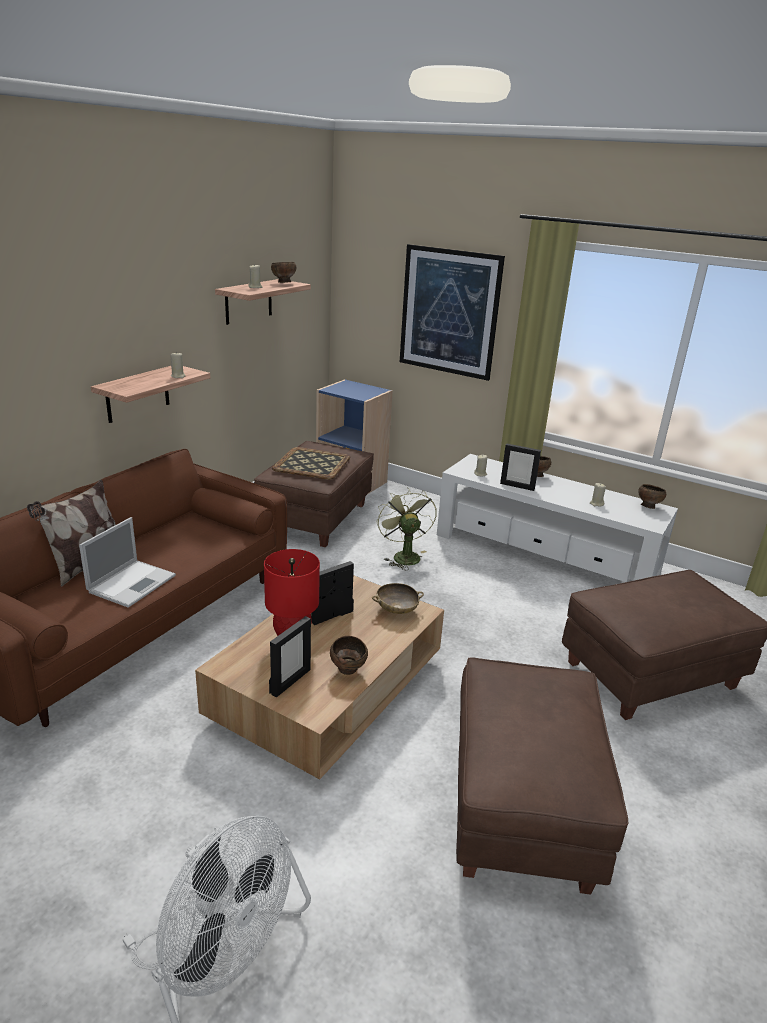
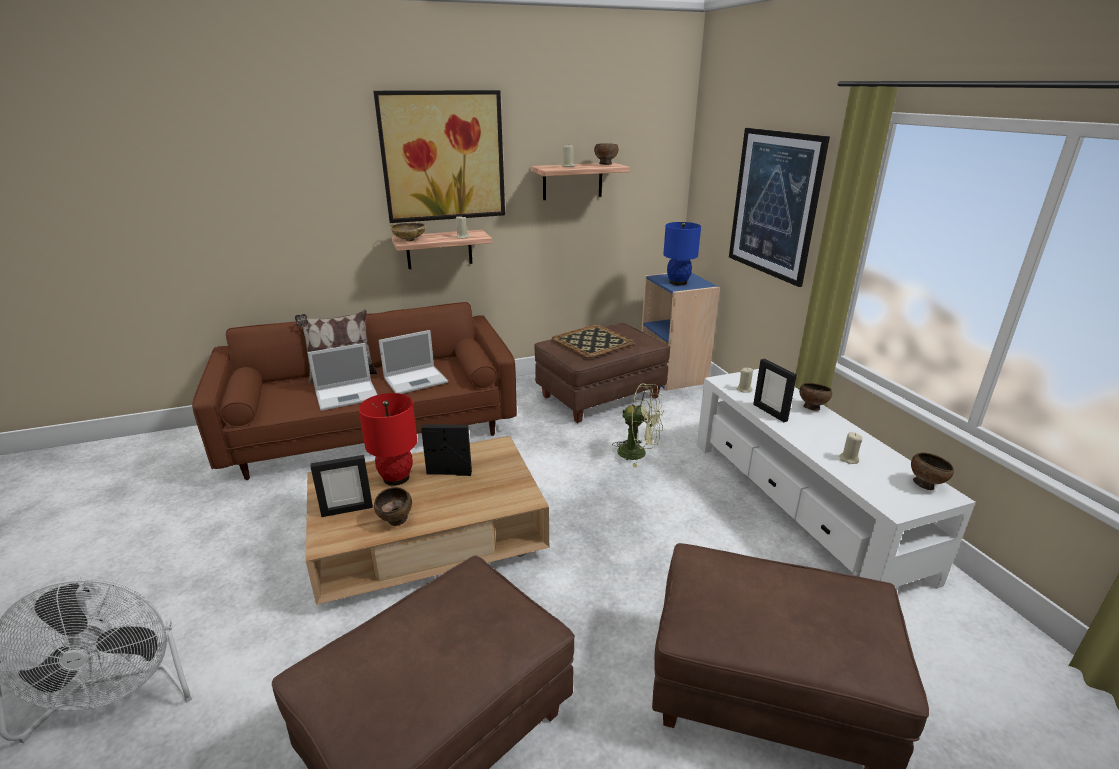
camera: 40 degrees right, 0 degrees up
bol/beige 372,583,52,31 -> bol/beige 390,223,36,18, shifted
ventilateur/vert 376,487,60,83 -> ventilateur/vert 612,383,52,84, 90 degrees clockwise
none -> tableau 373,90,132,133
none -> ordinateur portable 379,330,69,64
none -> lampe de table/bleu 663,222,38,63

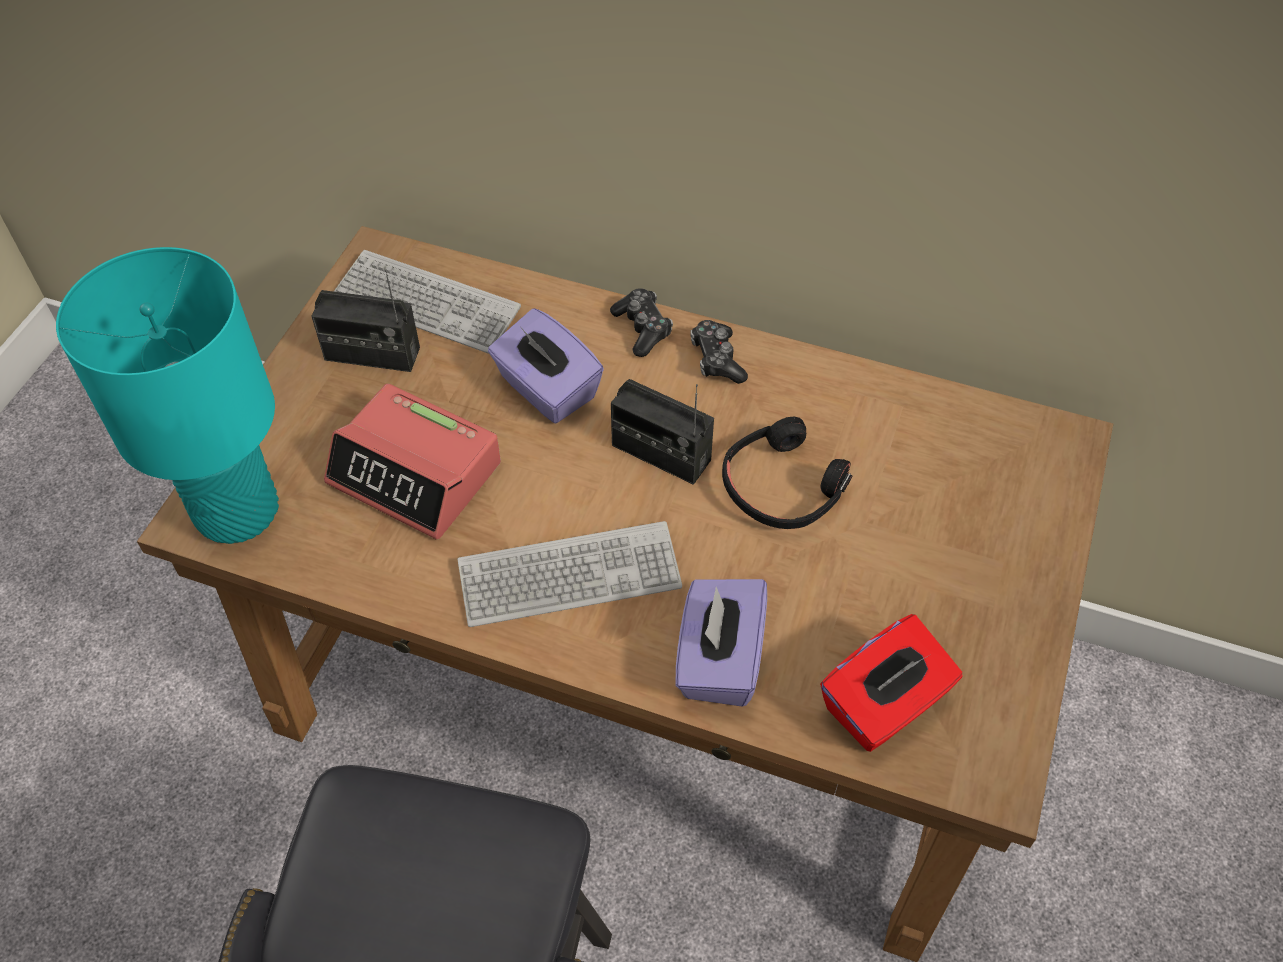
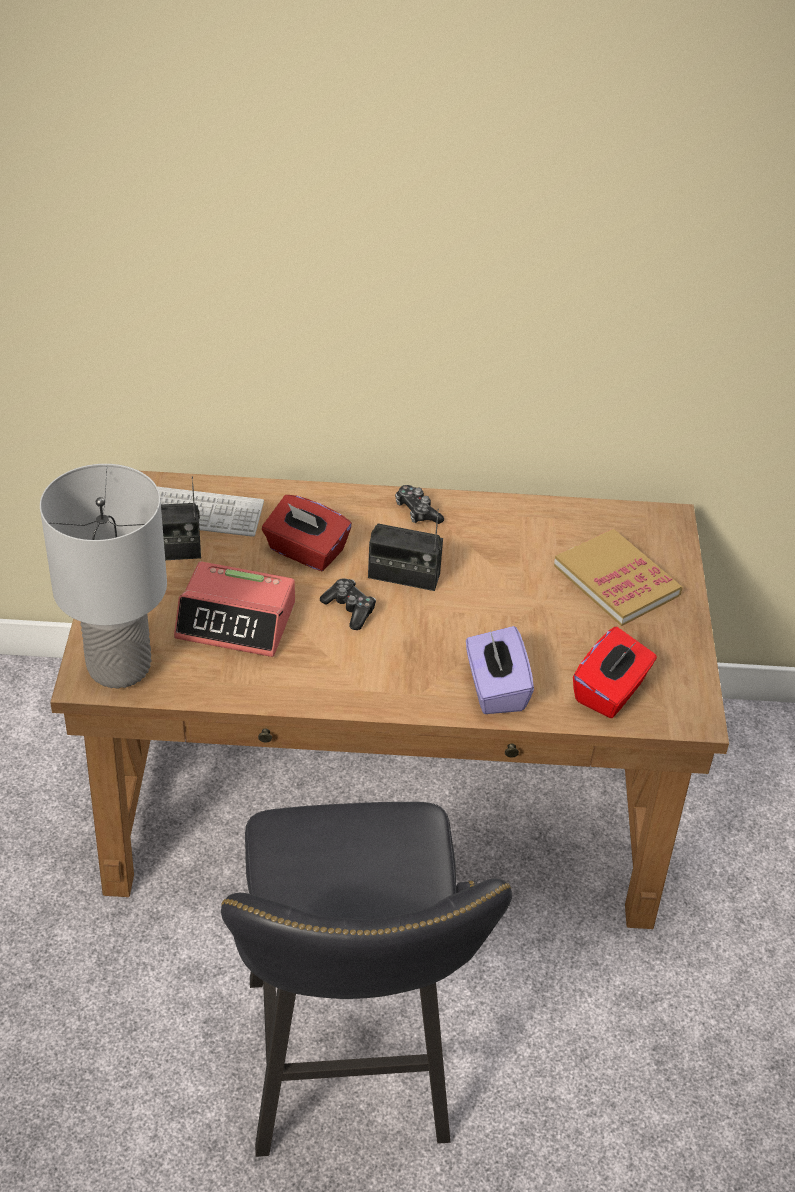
camera: 20 degrees left, 10 degrees down
lampe de table/turquoise 56,247,223,297 -> lampe de table/gris 40,464,127,225
clavier 457,521,225,106 -> none
boîte à mouchoirs/violet 488,308,116,115 -> boîte à mouchoirs/rouge 262,495,90,76
manette 610,288,63,69 -> manette 320,578,56,52, shifted
casque audio/noir 722,416,131,113 -> none
none -> livre 554,529,129,97

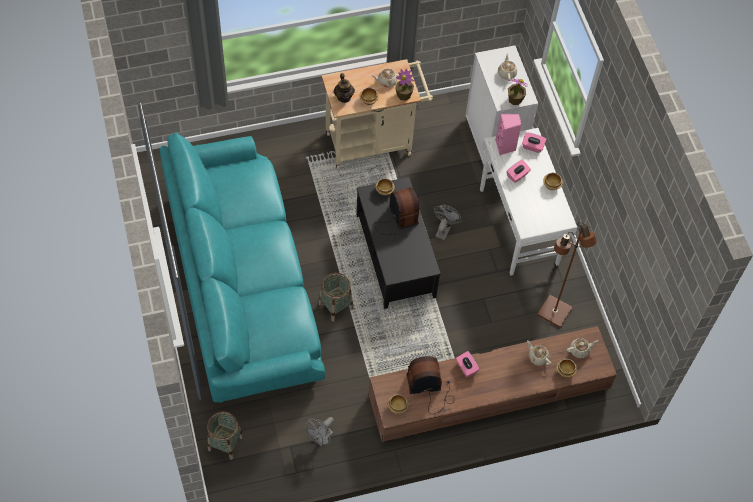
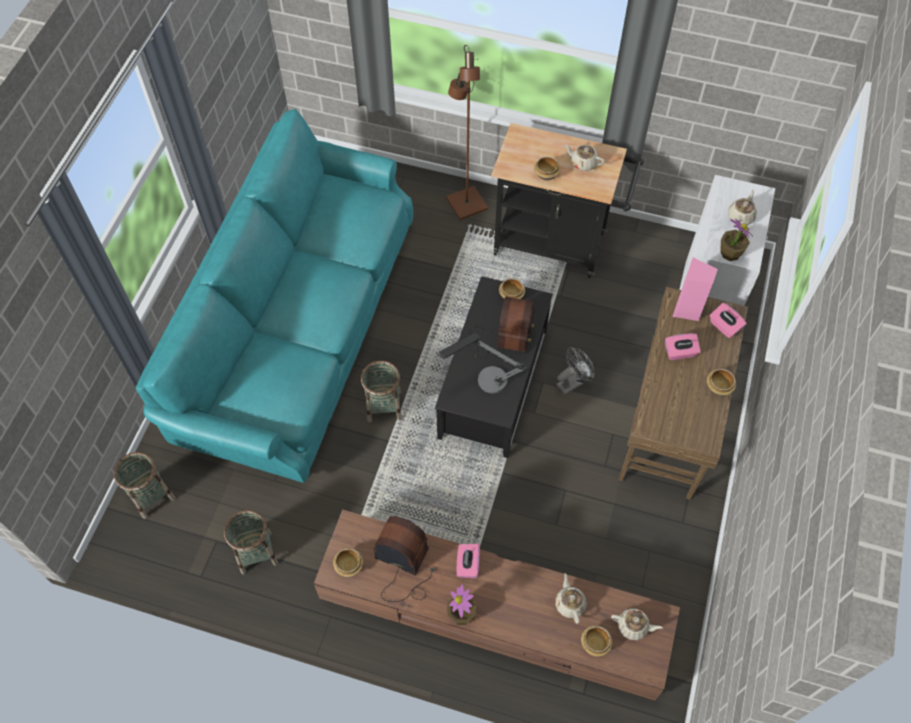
camera: 35 degrees right, 0 degrees up
ventilateur/gris 305,417,29,29 -> panier 224,510,54,64
chariot/beige 322,59,111,111 -> chariot/noir 491,123,153,155
théière 334,73,21,30 -> none
plante en pot 395,69,19,32 -> plante en pot 447,585,29,40, shifted
table console/blanc 480,128,97,148 -> table console/marron 619,287,129,213
lampadaire/marron 537,222,60,106 -> lampadaire/marron 446,45,42,175, shifted
none -> lampe de table 439,333,88,61

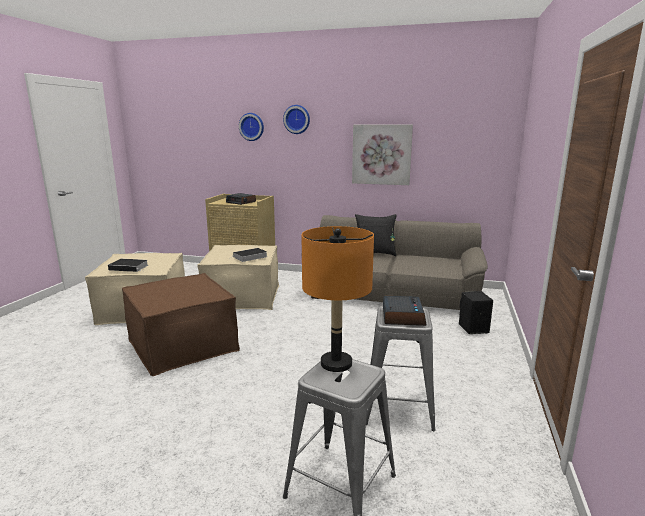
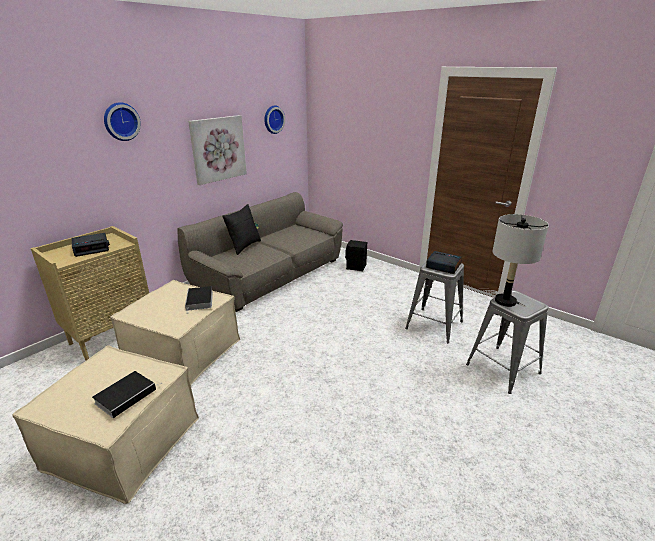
camera: 65 degrees left, 10 degrees up
pouf/marron 122,273,118,103 -> none
horloge murale 239,113,25,28 -> horloge murale 265,105,20,29, shifted
lampe de table/orange 301,226,73,146 -> lampe de table/gris 492,214,57,93

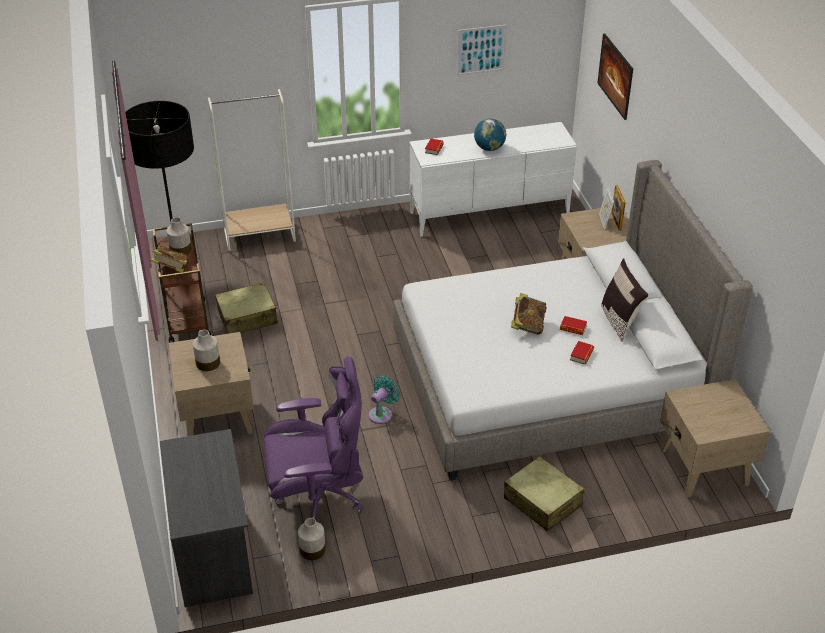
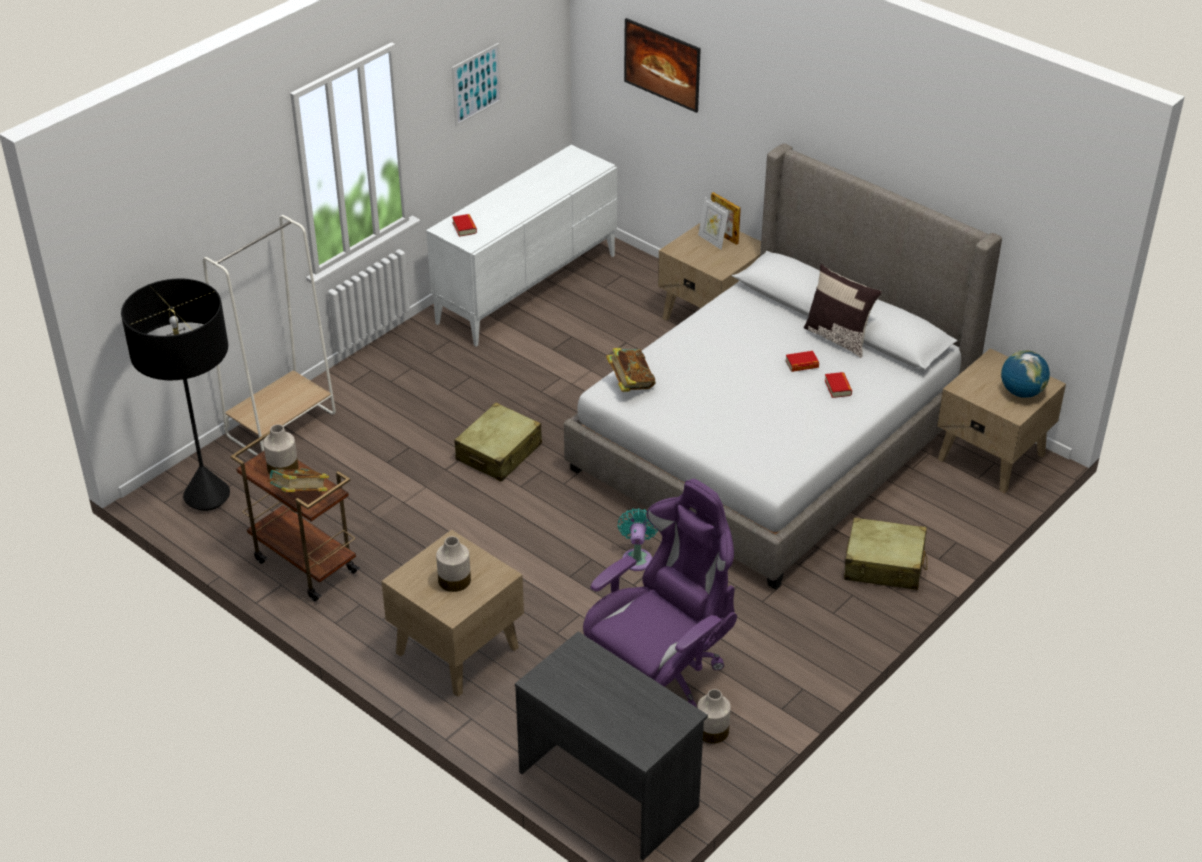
camera: 35 degrees left, 0 degrees up
valise/beige 215,282,63,52 -> valise/beige 455,402,87,80, shifted
globe 474,118,32,33 -> globe 1001,350,49,48, shifted
livre 511,293,36,42 -> livre 606,348,50,44, shifted

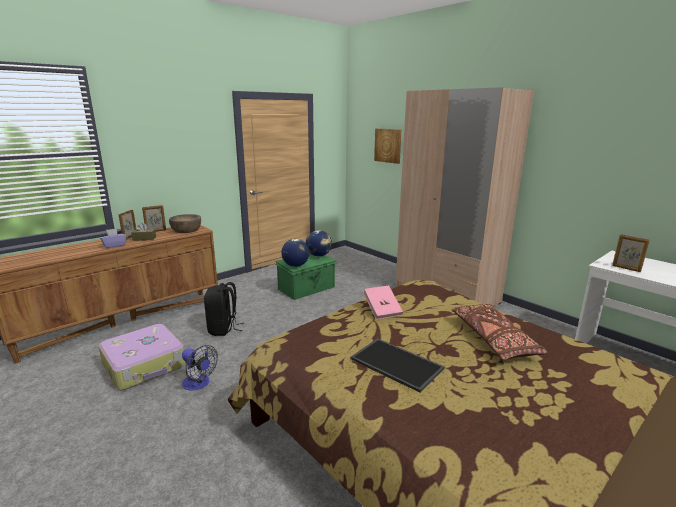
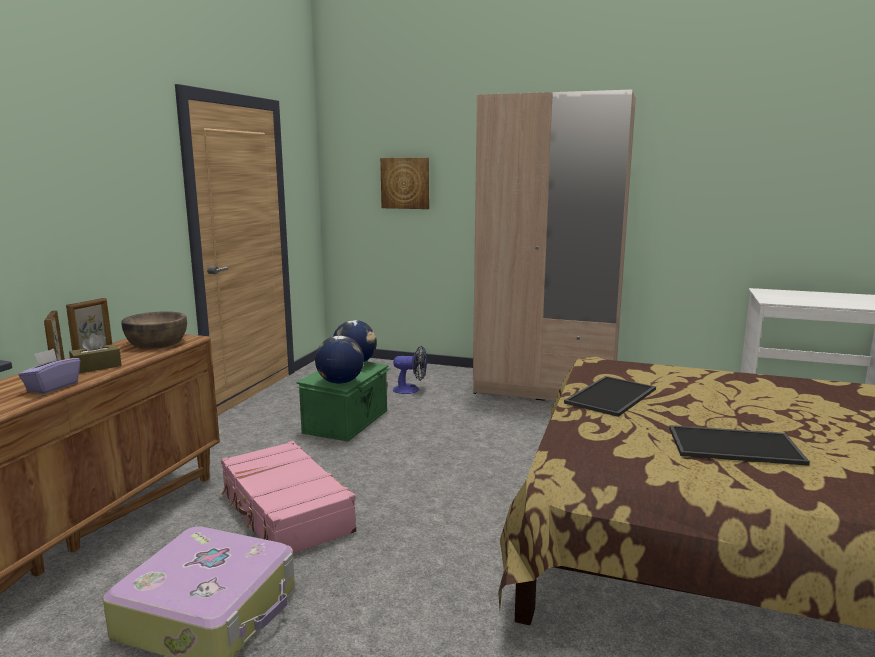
camera: 30 degrees left, 5 degrees down
ventilateur 182,345,36,46 -> ventilateur 393,345,34,49, shifted
sac à dos/noir 204,282,39,54 -> valise/rose 221,441,136,112
livre/rose 363,286,40,34 -> plateau 564,376,92,41
coussin/marron 451,304,96,56 -> none
cadre photo 612,234,38,38 -> none

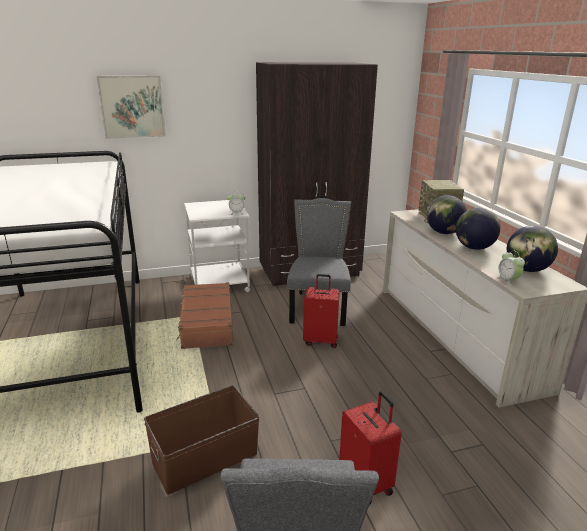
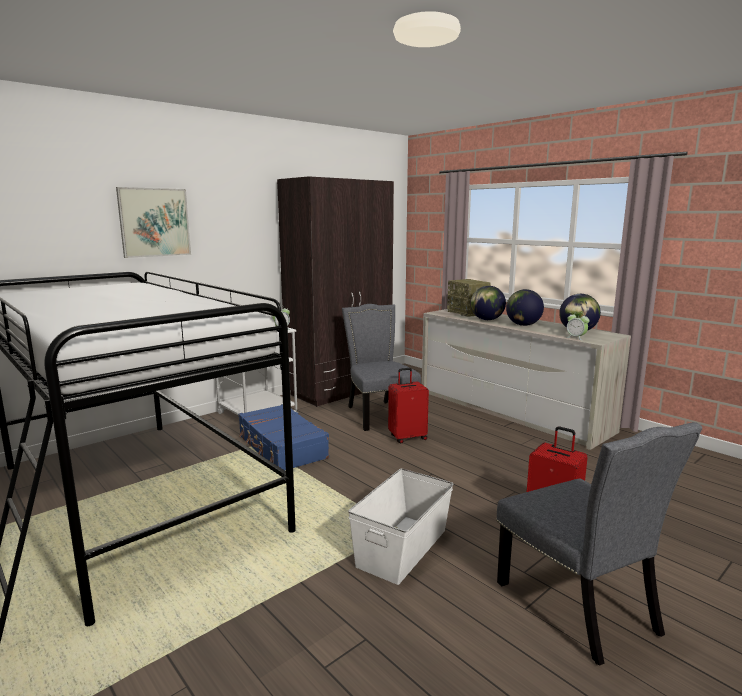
camera: 25 degrees left, 10 degrees down
boîte de rangement/marron 144,385,116,110 -> boîte de rangement/blanc 348,468,105,117
valise/marron 177,282,56,67 -> valise/bleu 238,404,91,66

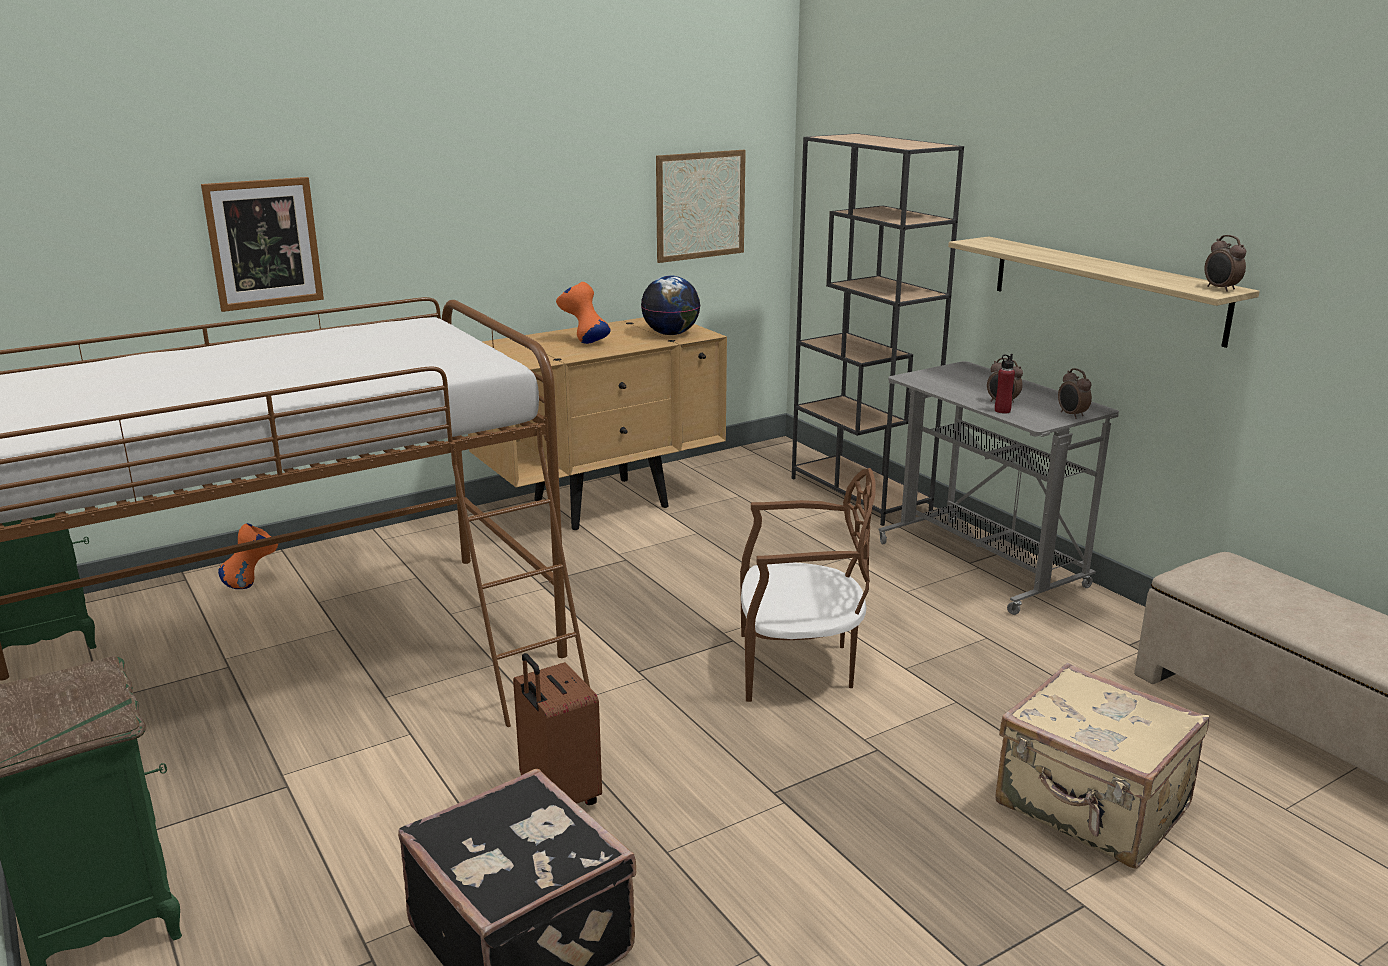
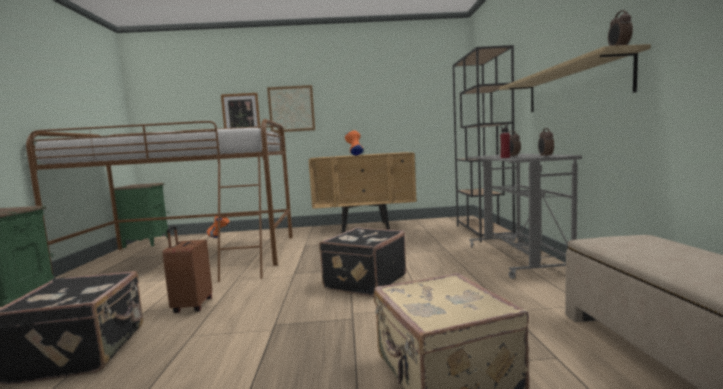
camera: 30 degrees right, 15 degrees down
globe 641,275,59,60 -> none
tableau 656,150,90,113 -> tableau 267,85,48,47, shifted
chaise/marron 740,468,135,234 -> valise/noir 319,227,87,70

